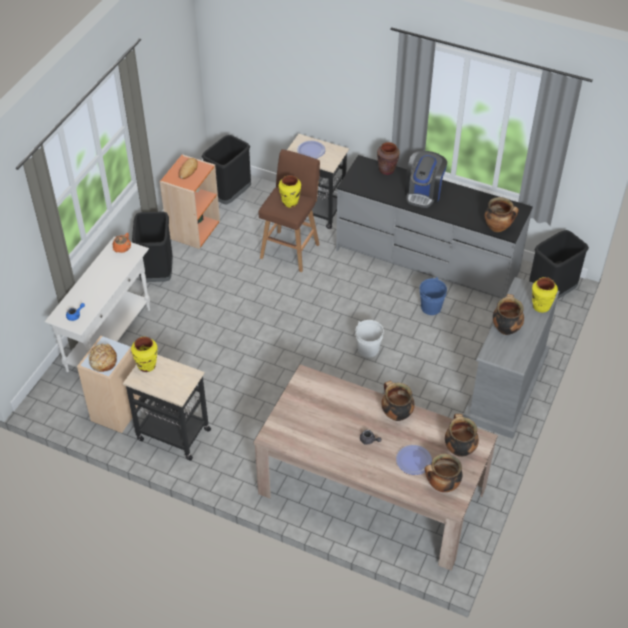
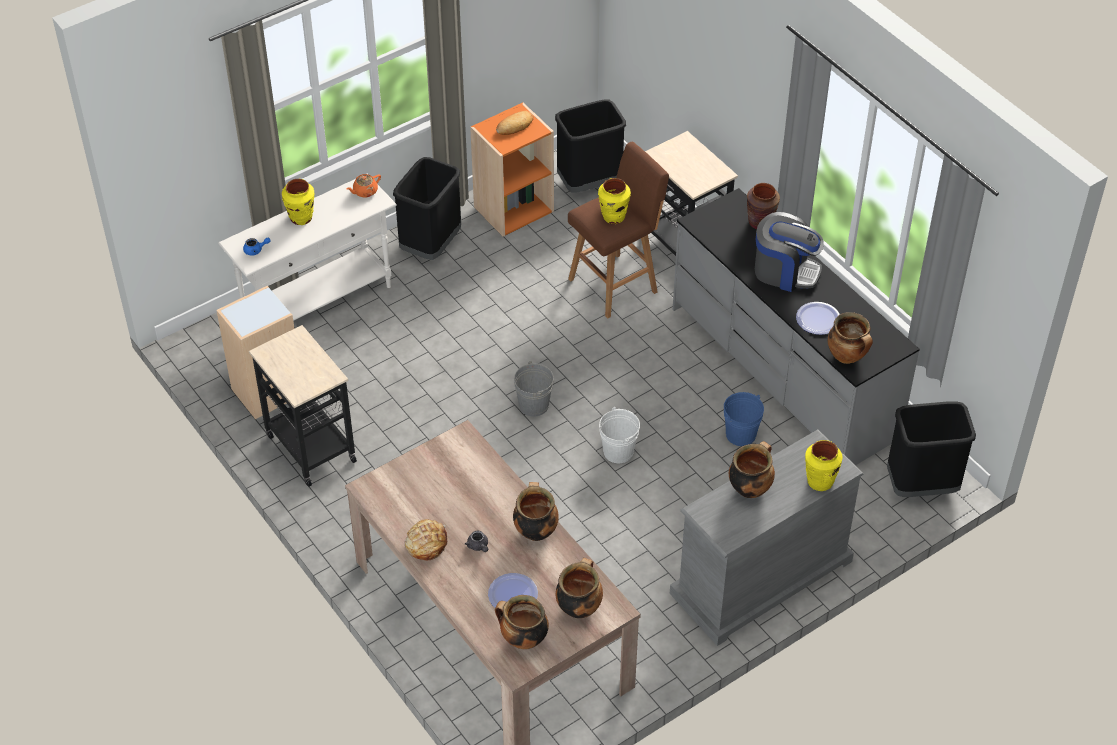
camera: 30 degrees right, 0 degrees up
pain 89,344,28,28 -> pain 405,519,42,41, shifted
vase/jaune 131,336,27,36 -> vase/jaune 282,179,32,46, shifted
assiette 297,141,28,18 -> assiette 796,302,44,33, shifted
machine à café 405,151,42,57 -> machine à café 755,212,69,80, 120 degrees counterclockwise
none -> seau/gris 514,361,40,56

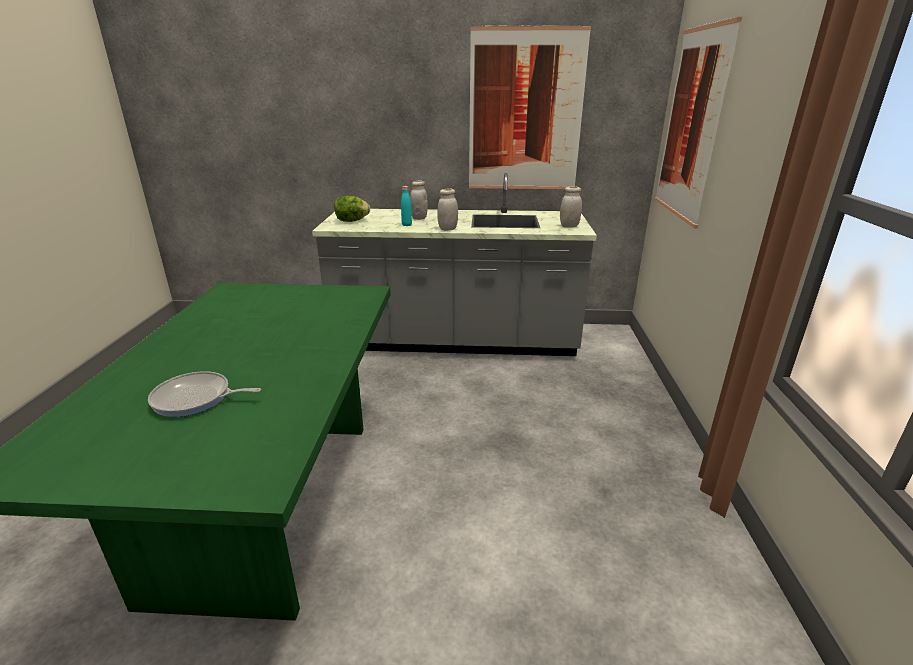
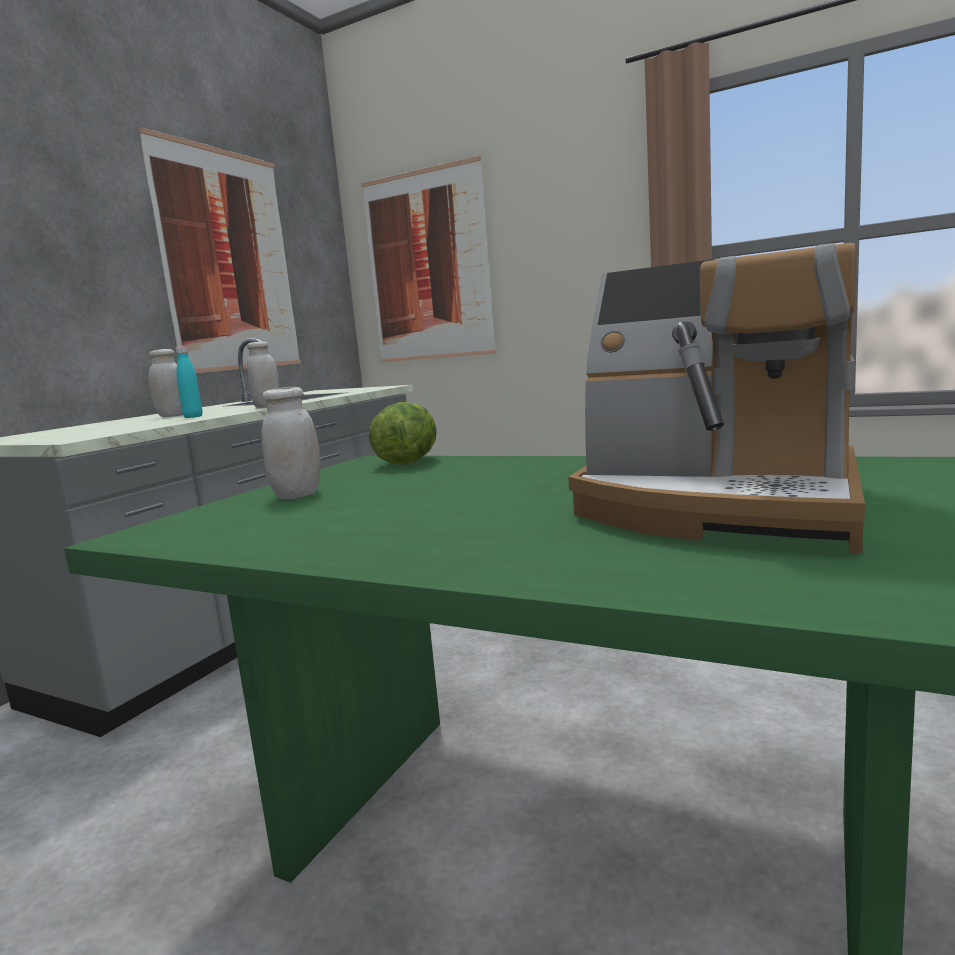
camera: 65 degrees left, 15 degrees down
poêle 148,371,113,46 -> machine à café 568,243,297,311
laitue 335,195,35,27 -> laitue 369,402,68,62, shifted
bocal/blanc 560,186,22,42 -> bocal/blanc 262,387,58,112, shifted

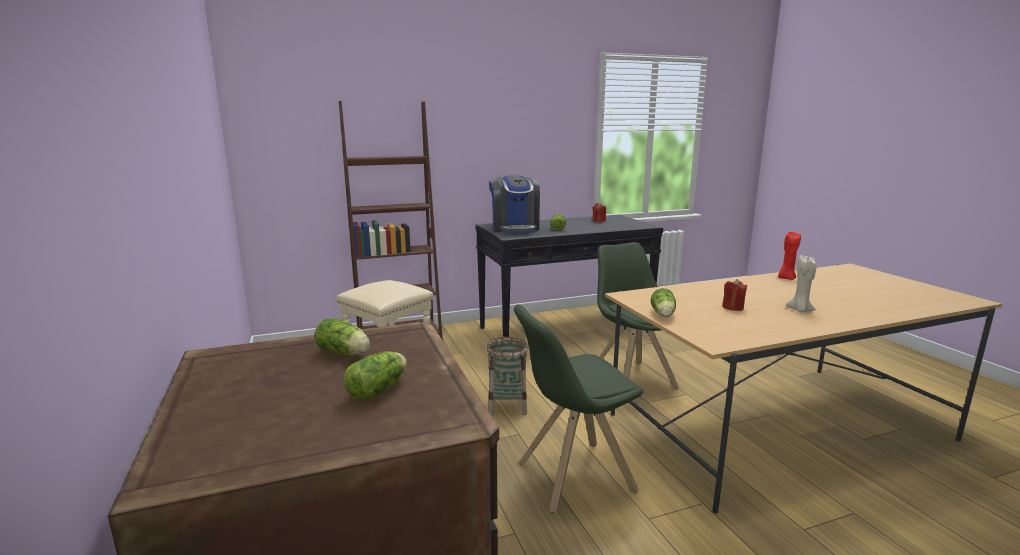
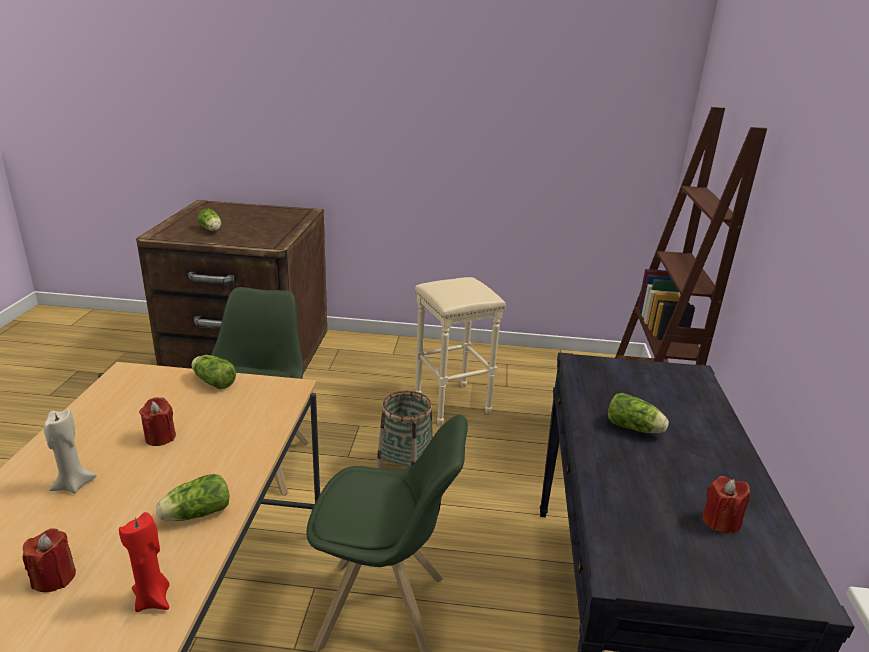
camera: 115 degrees right, 10 degrees up
laitue 314,318,56,37 -> laitue 156,474,74,47, shifted
machine à café 489,175,51,58 -> none
none -> bougie/rouge 23,528,53,64

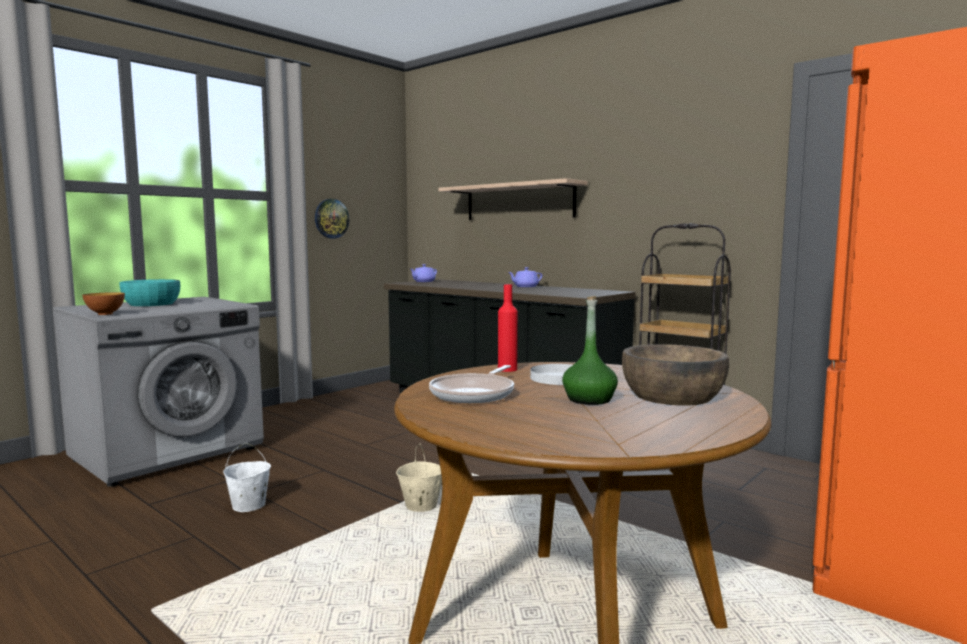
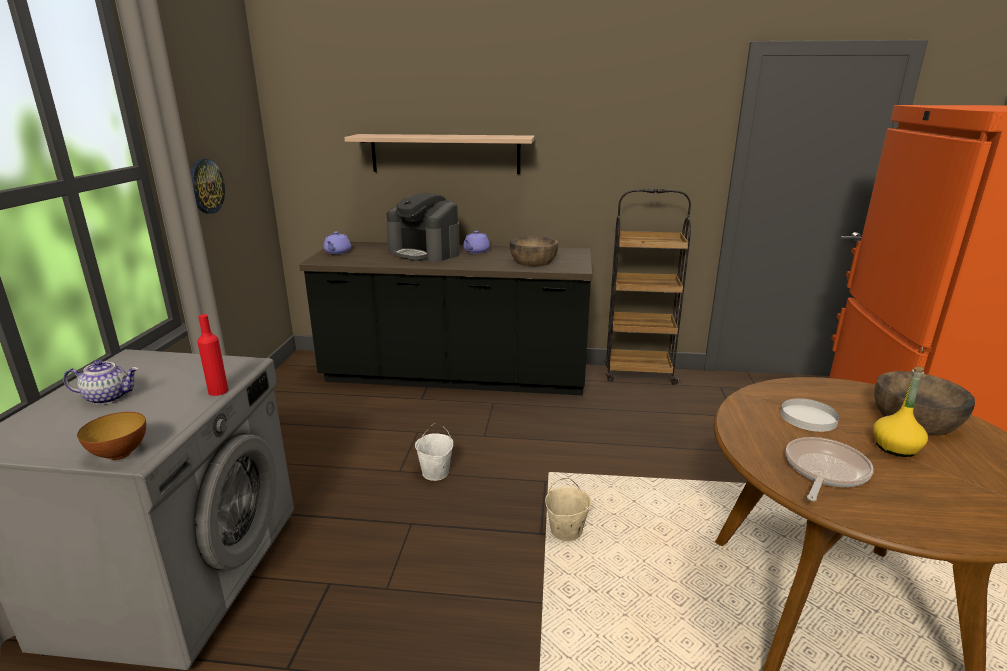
camera: 35 degrees left, 15 degrees up
bol/turquoise 120,279,60,27 -> théière 63,360,76,45
seau/blanc 223,443,48,69 -> seau/blanc 415,424,38,57, shifted
poêle 429,365,85,38 -> poêle 786,437,88,64, 135 degrees counterclockwise
bouteille/rouge 498,284,20,88 -> bouteille/rouge 197,314,32,82, shifted
bouteille/vert 562,296,56,109 -> bouteille/jaune 873,367,55,90
none -> machine à café 386,193,74,69
none -> bol/marron 510,236,48,30

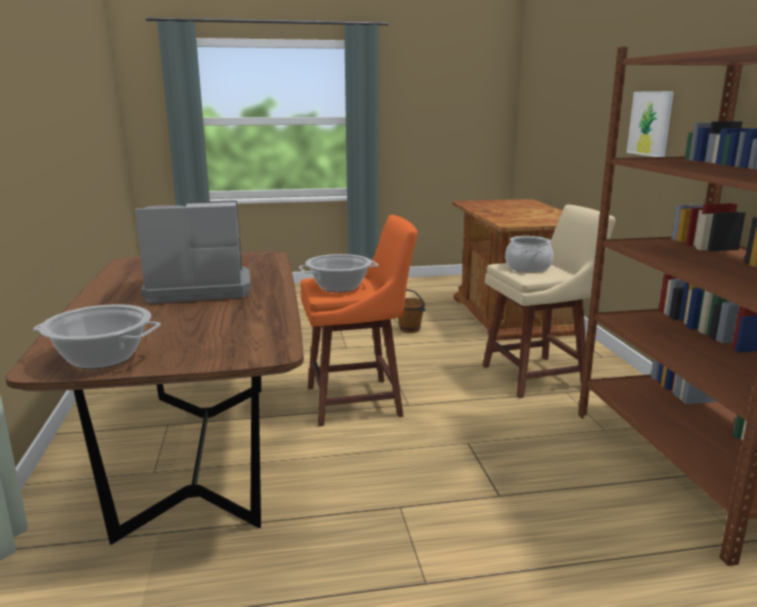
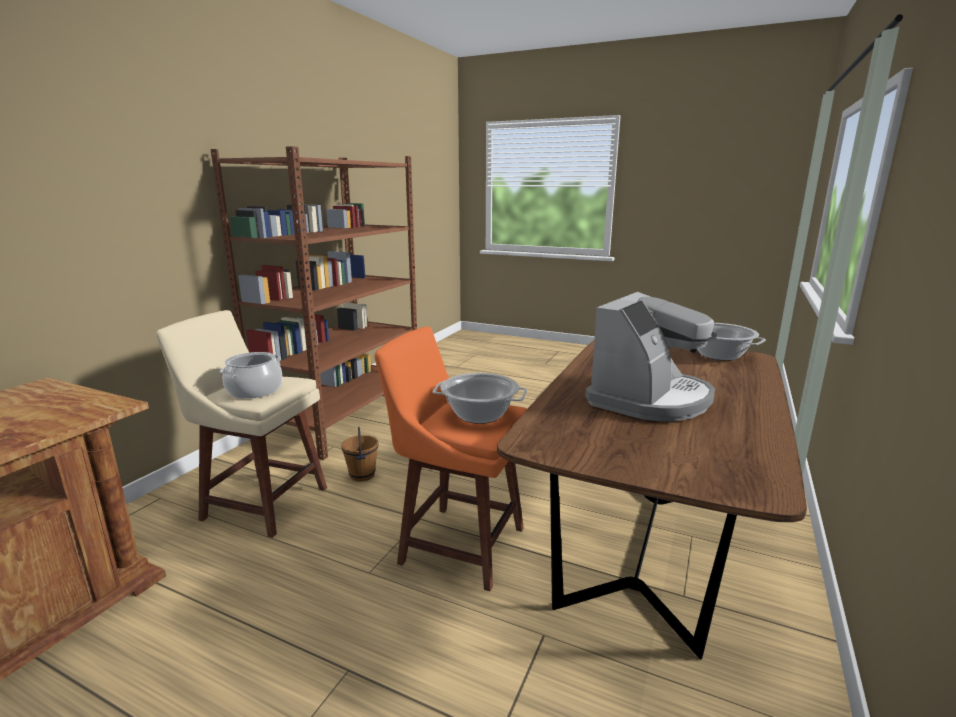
camera: 145 degrees left, 0 degrees up
machine à café 135,200,116,103 -> machine à café 585,292,132,129, 75 degrees counterclockwise
seau/marron 398,289,28,44 -> seau/marron 341,427,38,55, shifted
tableau 627,91,47,66 -> none

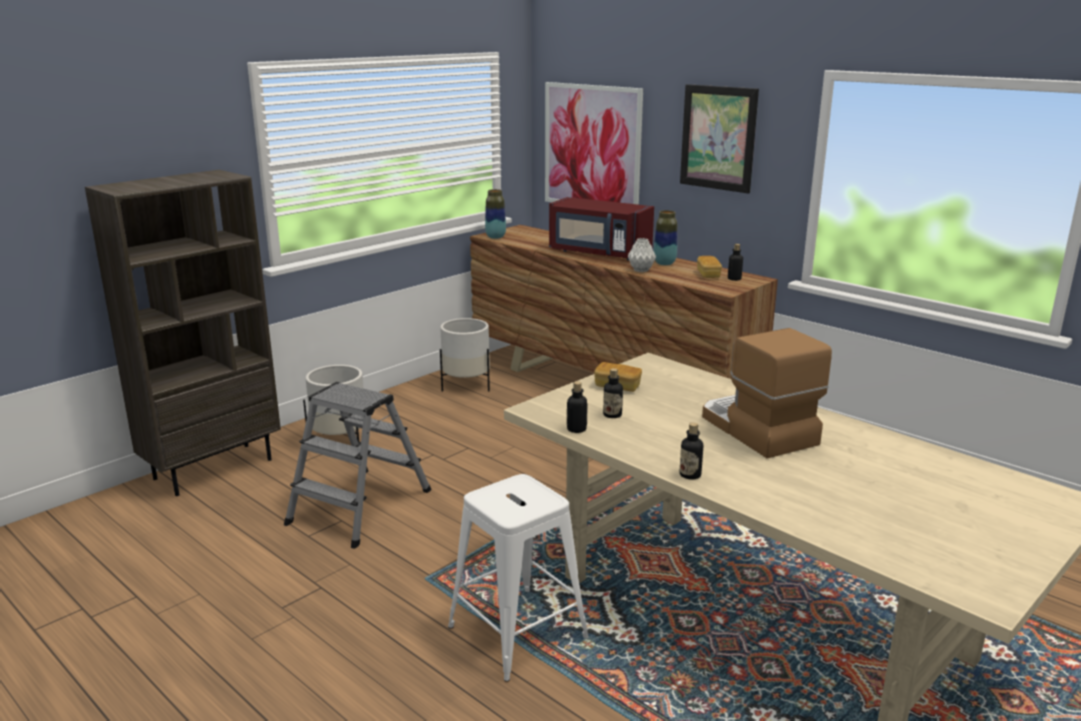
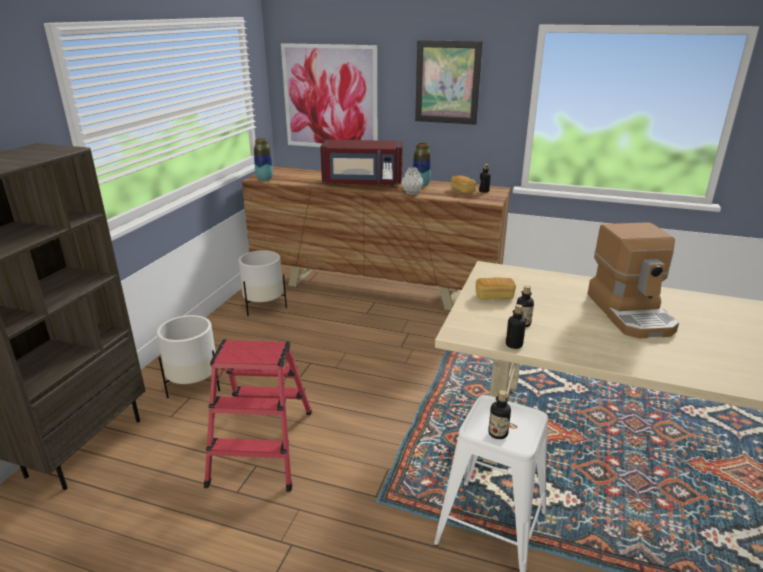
camera: 25 degrees left, 5 degrees up
escabeau/gris 284,382,148,167 -> escabeau/rouge 204,340,108,152
bouteille 680,422,23,57 -> bouteille 488,390,23,49, shifted
machine à café 702,328,130,130 -> machine à café 587,222,92,117, 135 degrees counterclockwise

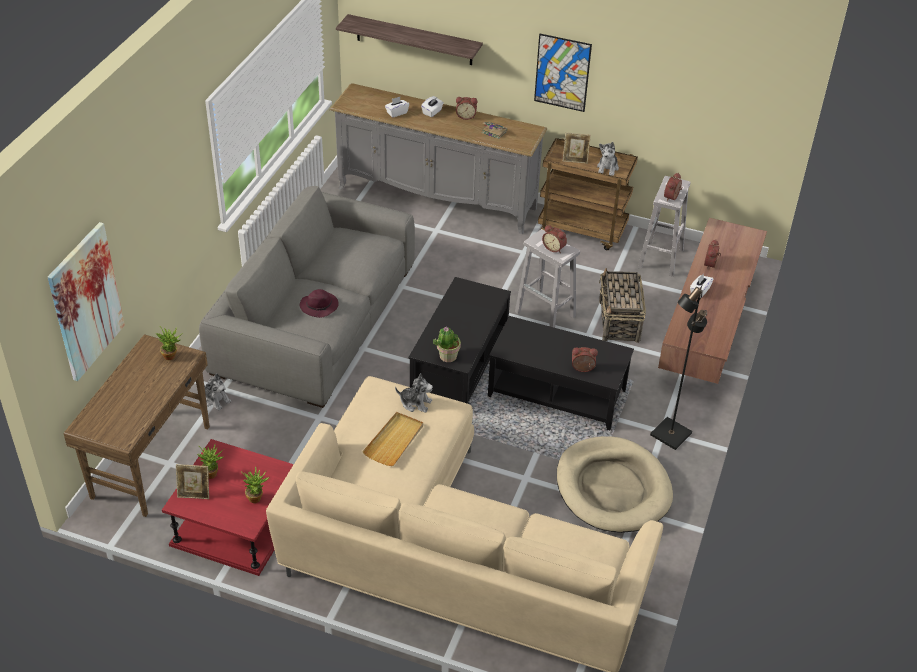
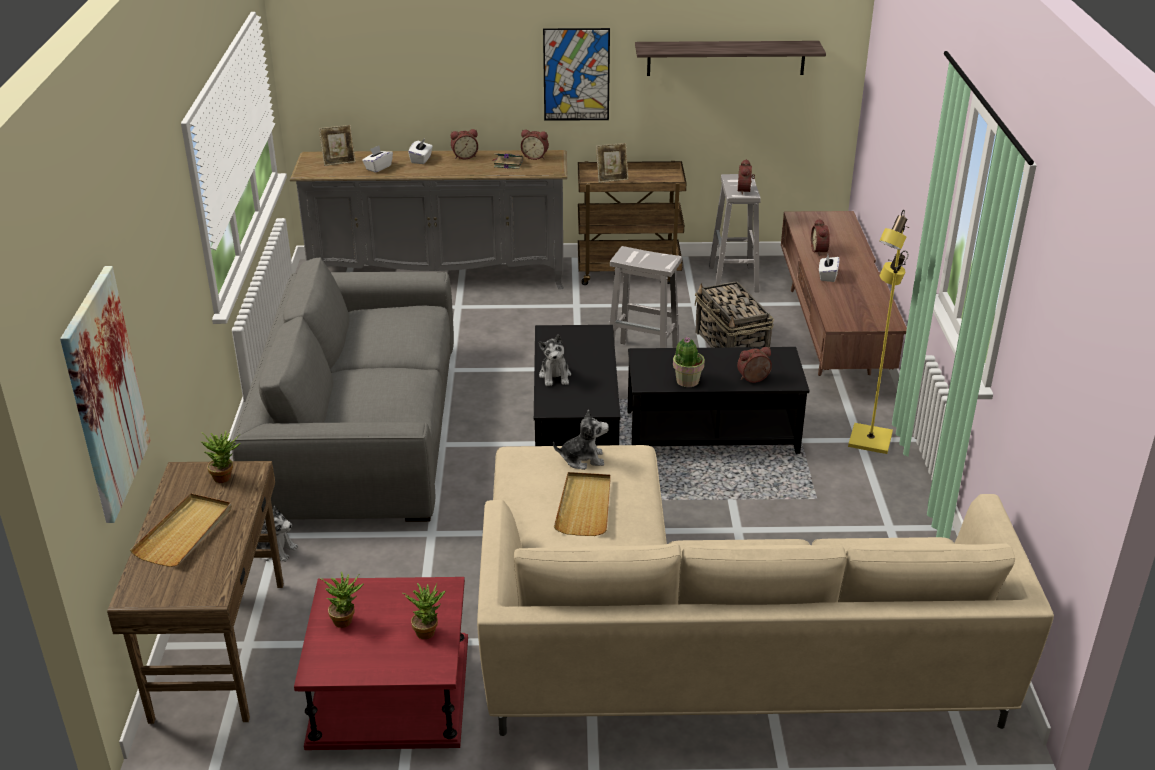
camera: 20 degrees left, 10 degrees down
cadre photo 176,464,33,35 -> cadre photo 319,125,37,41, shifted
chapeau/violet 300,289,39,29 -> none
étagère 336,14,147,51 -> étagère 635,41,191,35, shifted
plante en pot 433,327,28,35 -> plante en pot 673,336,32,51, shifted
réveil 542,225,25,28 -> réveil 521,129,28,31, shifted
panier pour chien/beige 557,436,116,97 -> none
peluche 597,142,22,34 -> peluche 539,334,32,52, shifted
lampadaire/noir 650,283,57,167 -> lampadaire/jaune 848,210,61,244
none -> plateau/beige 130,493,102,74

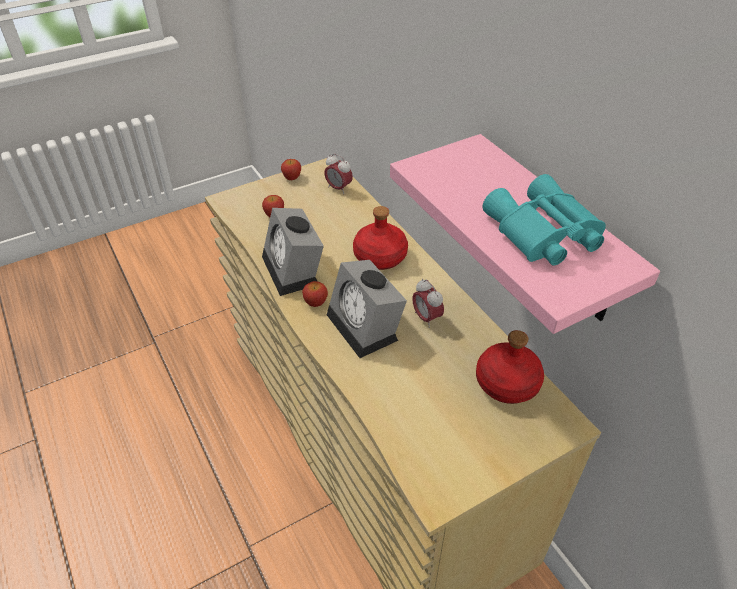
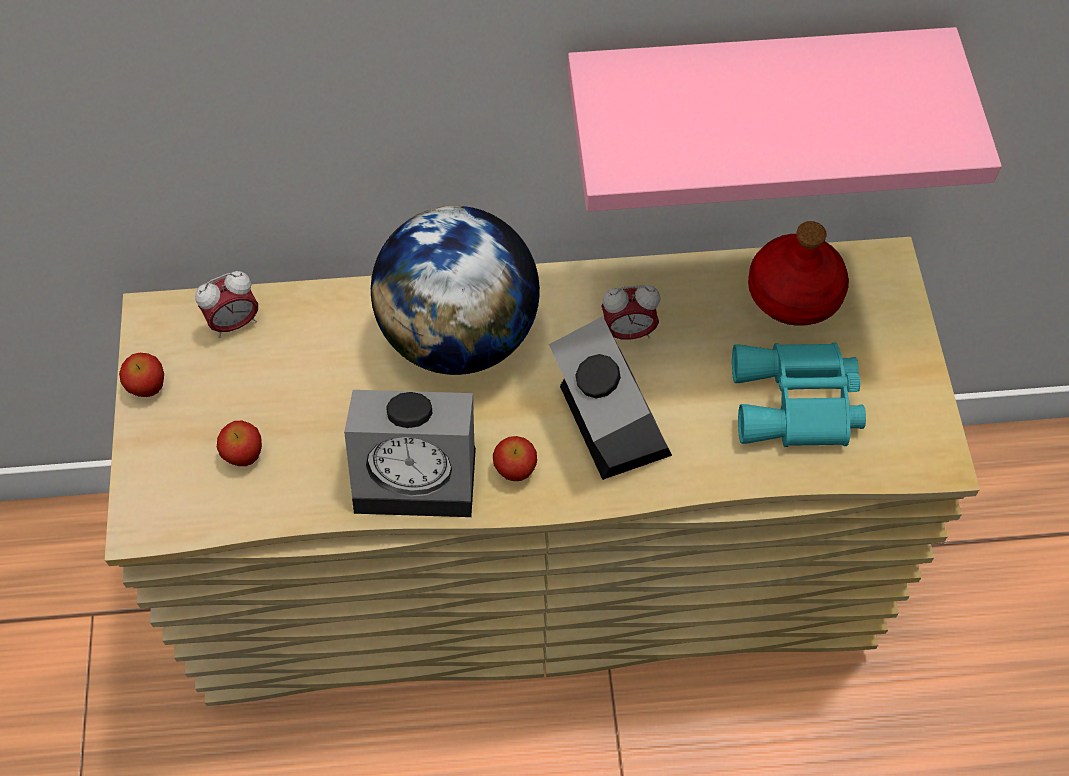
camera: 65 degrees left, 15 degrees up
réveil 327,260,80,98 -> réveil 549,316,123,164, 105 degrees counterclockwise
bouteille/rouge 353,206,55,64 -> globe 371,206,169,169
jumelles/turquoise 483,174,123,91 -> jumelles/turquoise 732,342,134,105, shifted

